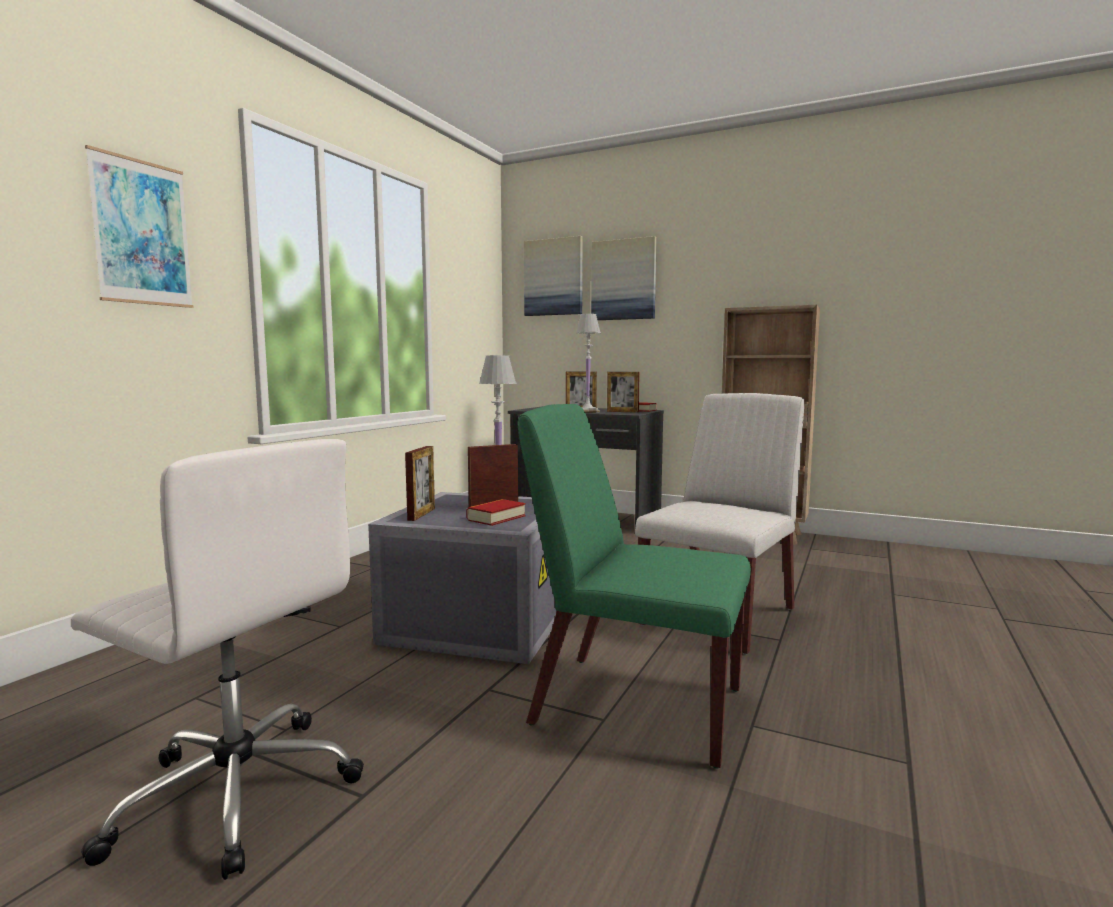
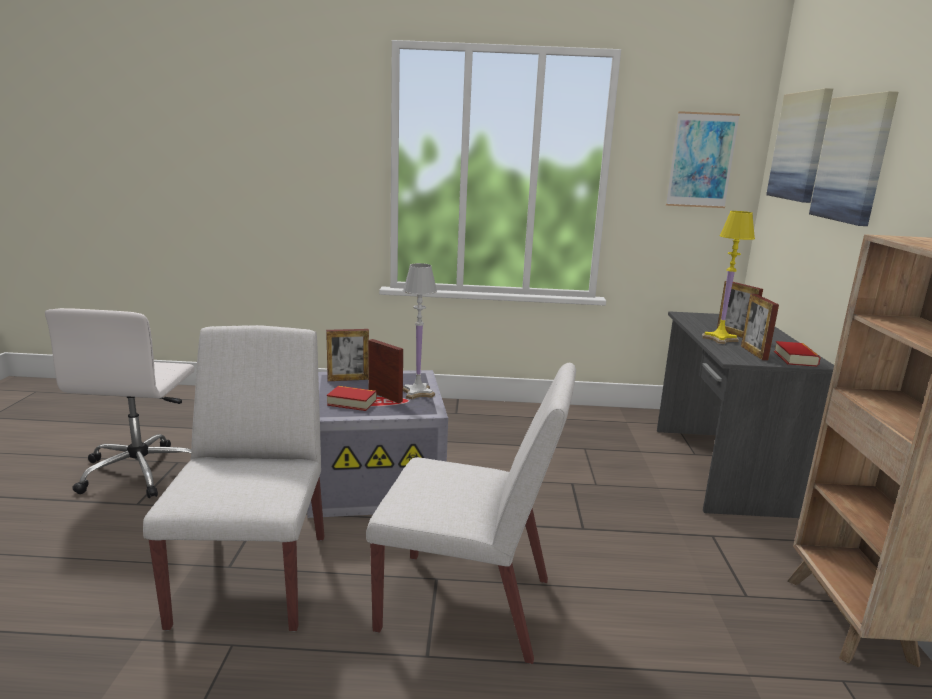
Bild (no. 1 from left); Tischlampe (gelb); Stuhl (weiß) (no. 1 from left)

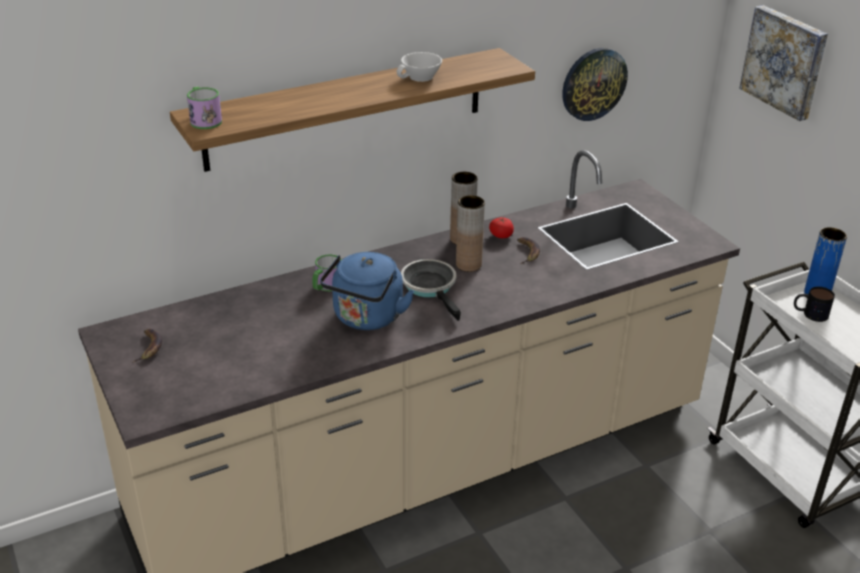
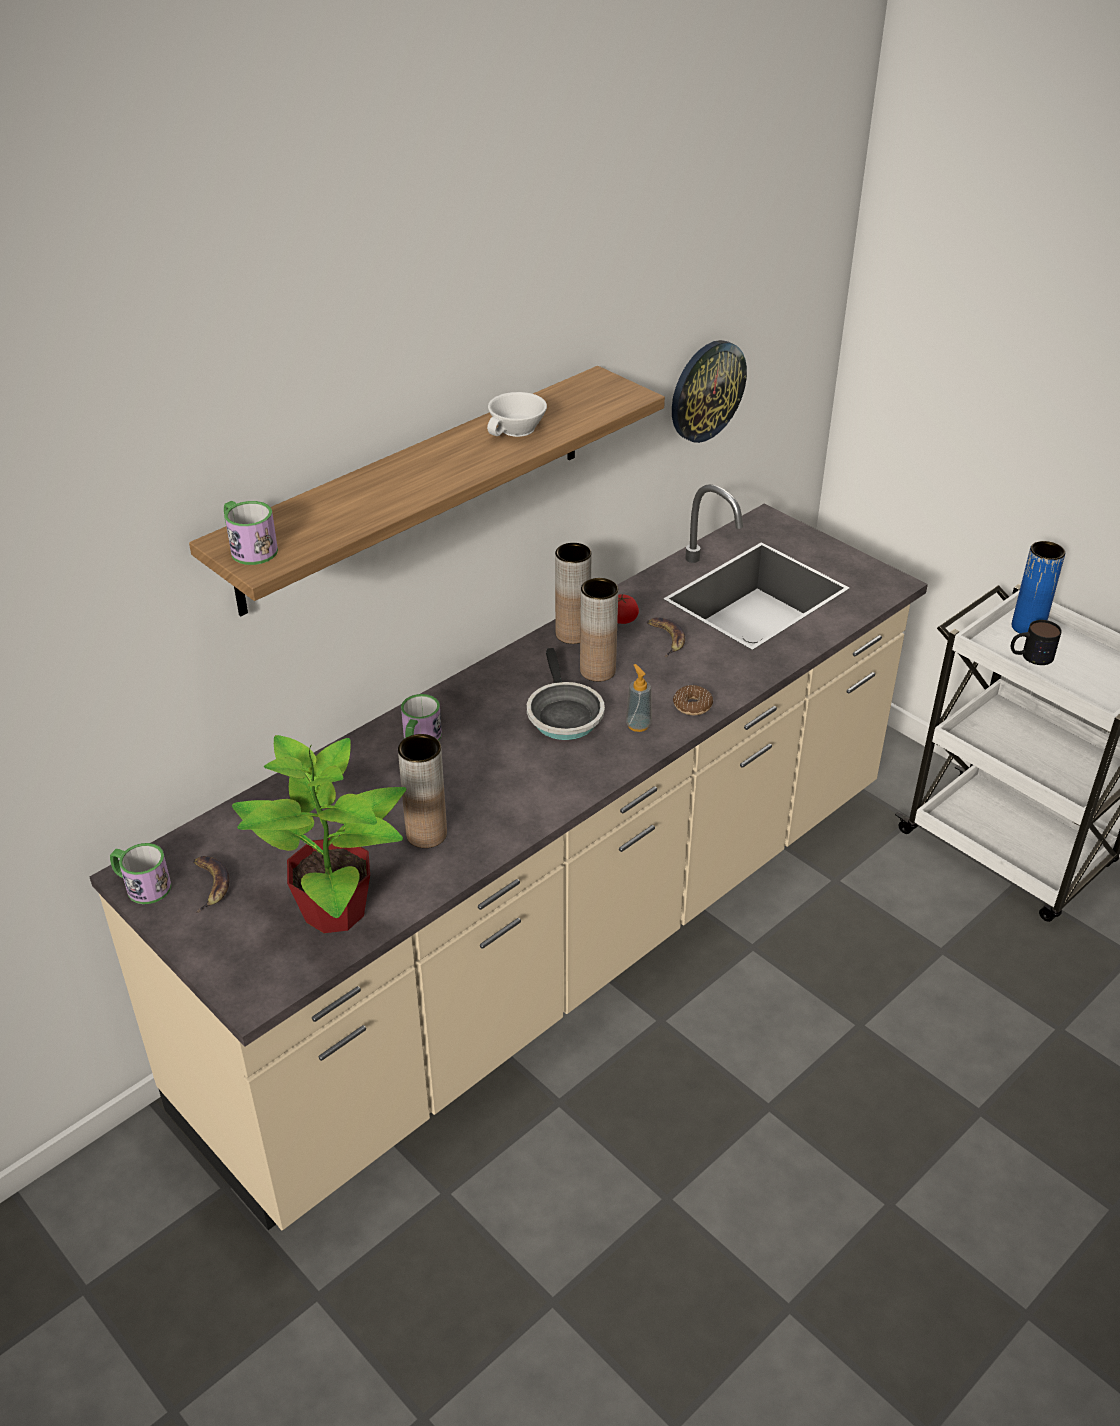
Bild; Wasserkessel (blau); Pfanne; Seifenspender; Donut; Vase (braun) (no. 1 from left); Topfpflanze; Henkelbecher (no. 1 from left)

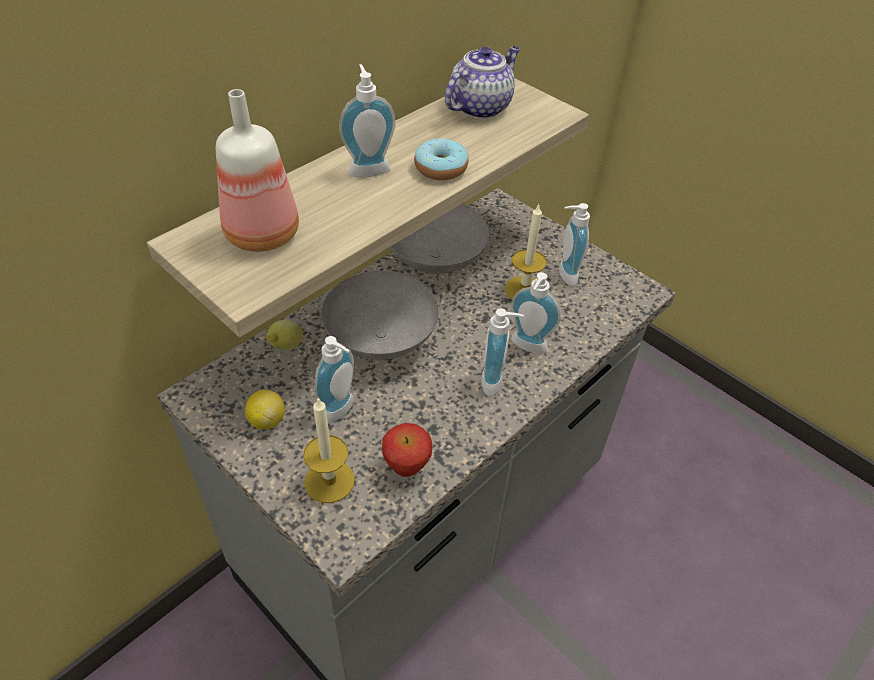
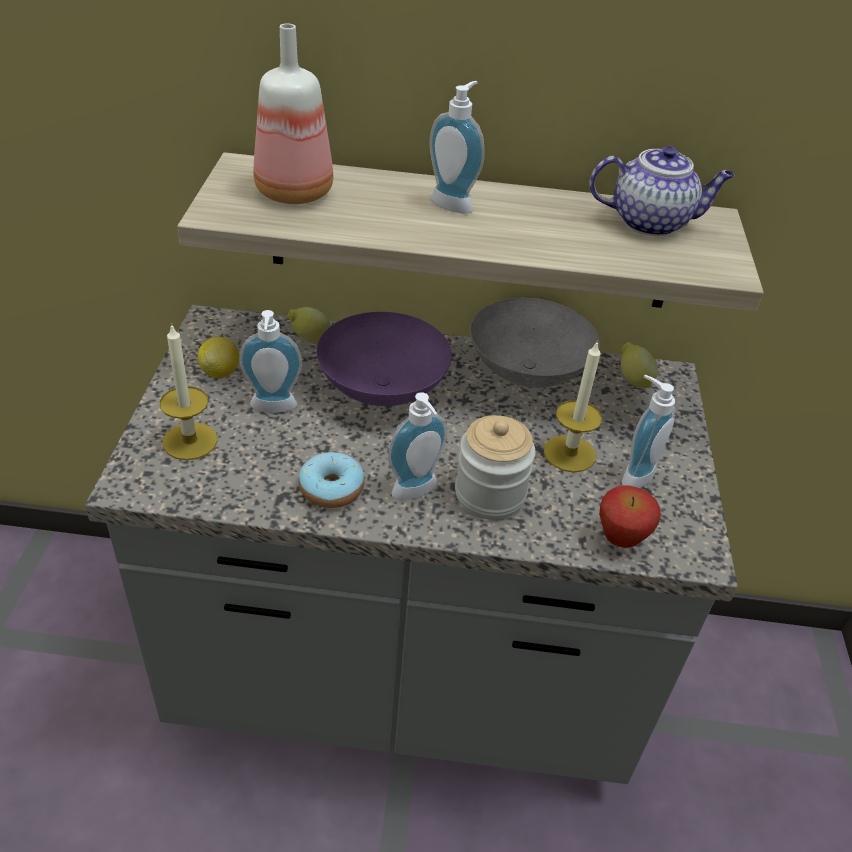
Donut; Schüssel (lila); Vorratsglas; Apfel; Zitrone (no. 3 from left)

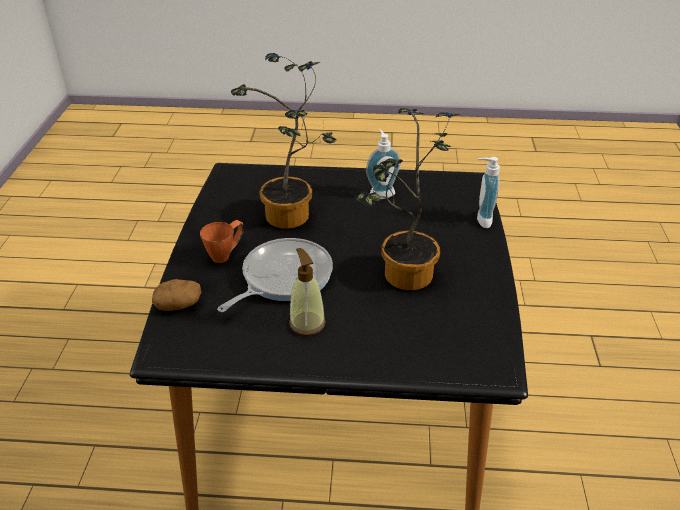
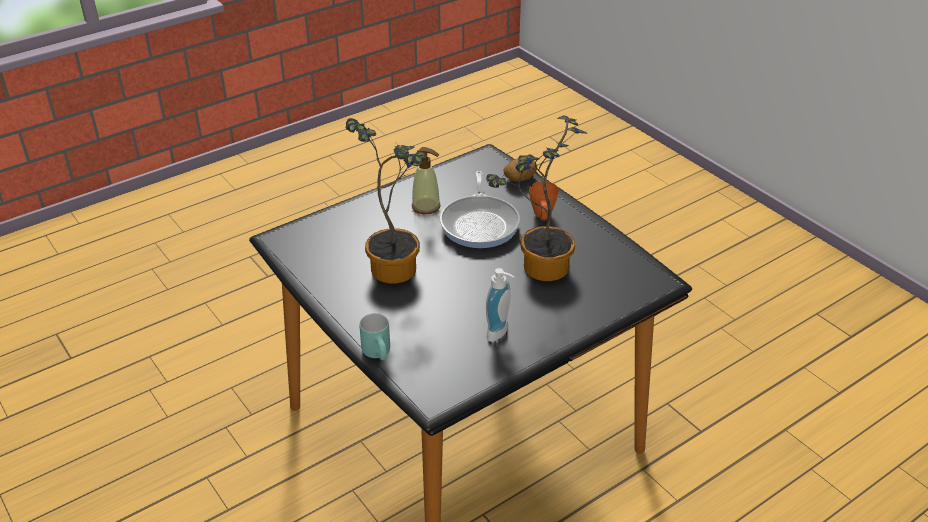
Henkelbecher (türkis)

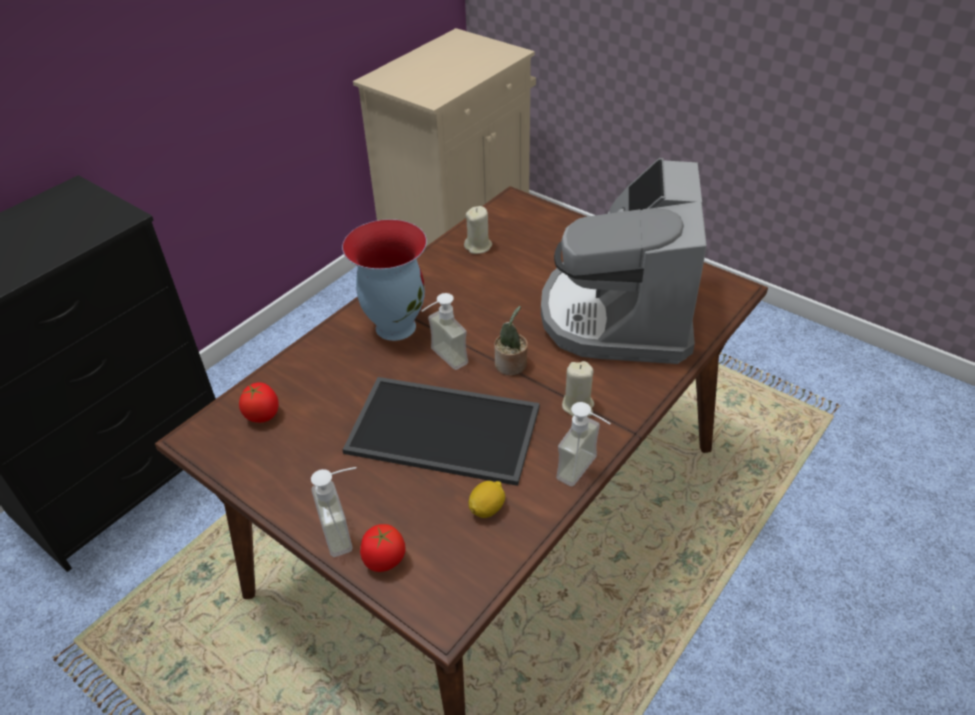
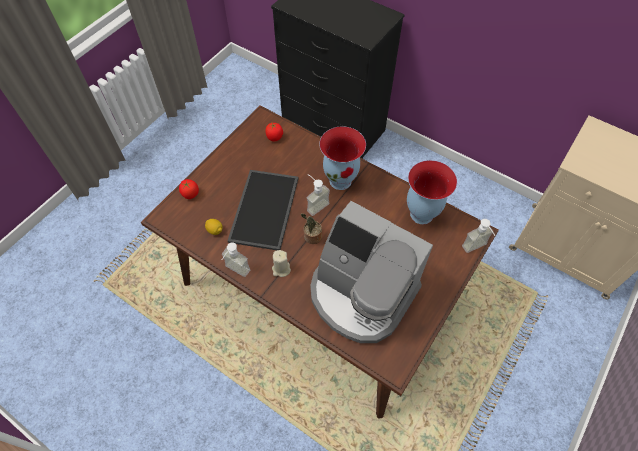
Kaffeemaschine; Vase (no. 2 from left); Seifenspender (no. 3 from left)

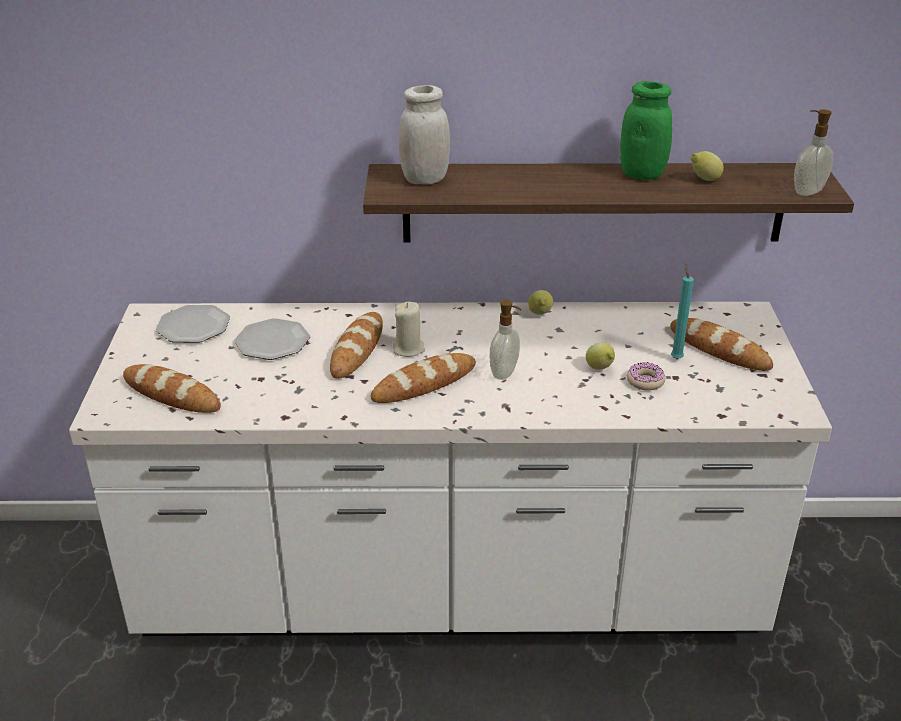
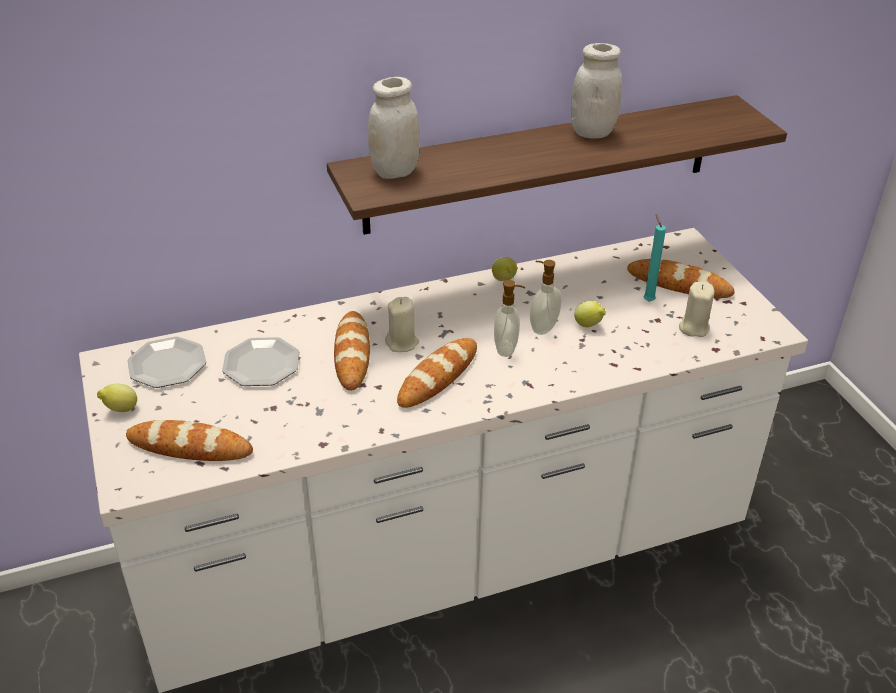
Vorratsglas (weiß) (no. 2 from left); Seifenspender (no. 2 from left); Zitrone (no. 1 from left); Donut; Kerze (beige) (no. 2 from left)

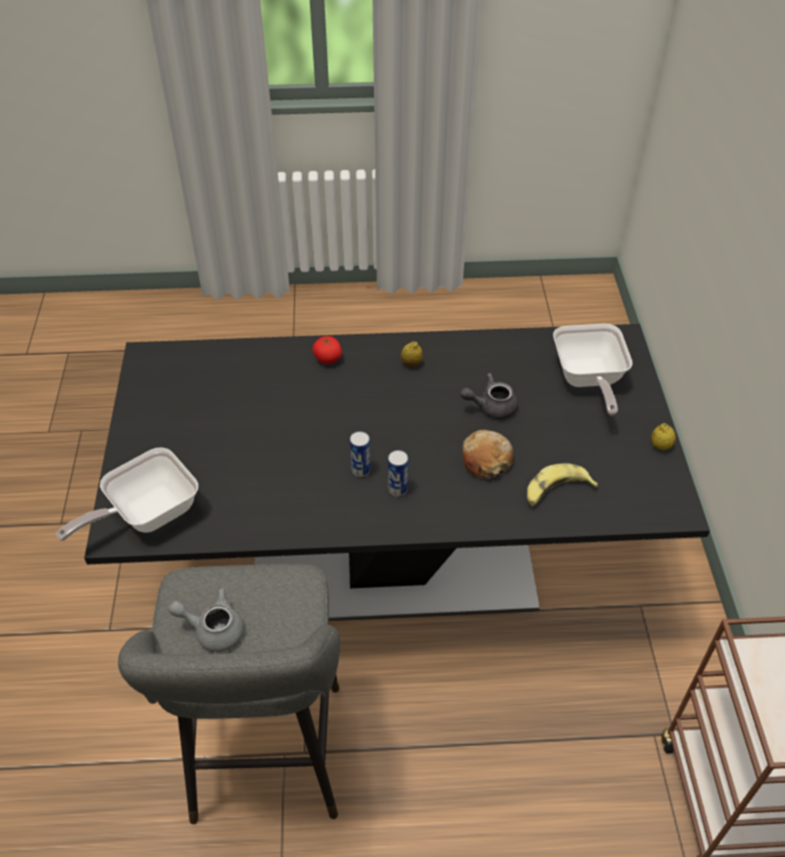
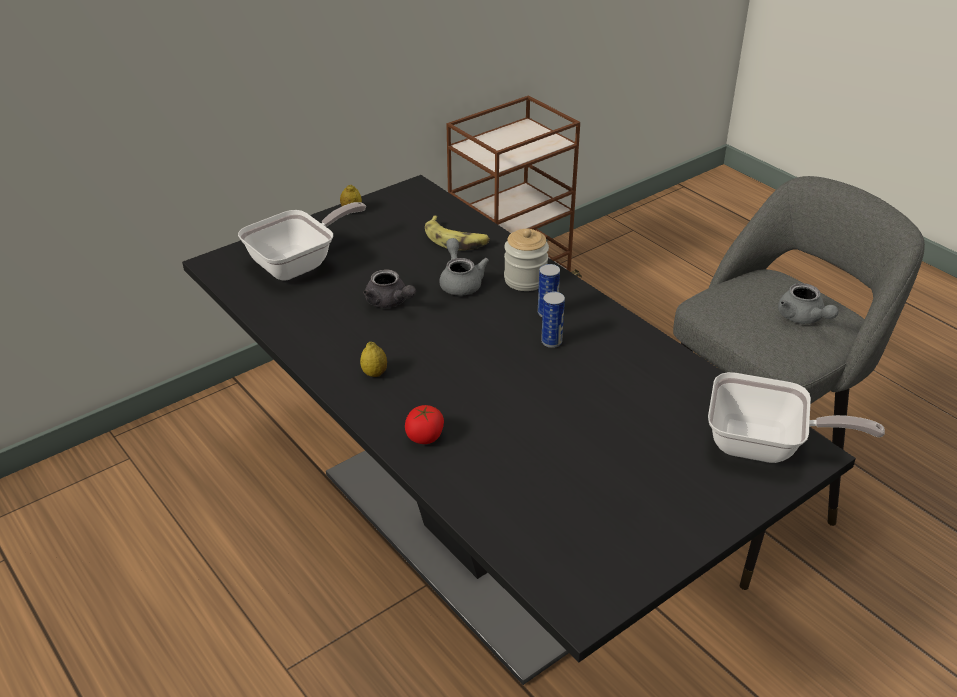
Teekanne (grau) (no. 2 from left); Vorratsglas

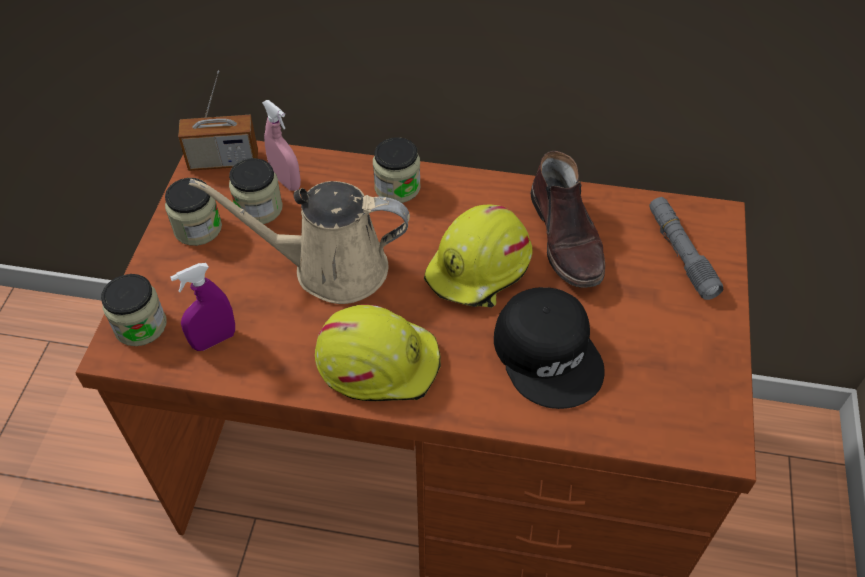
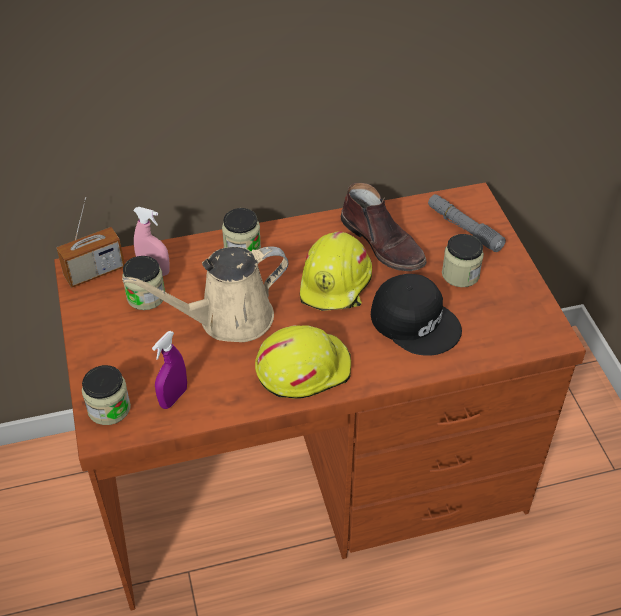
Vorratsglas (no. 4 from left)

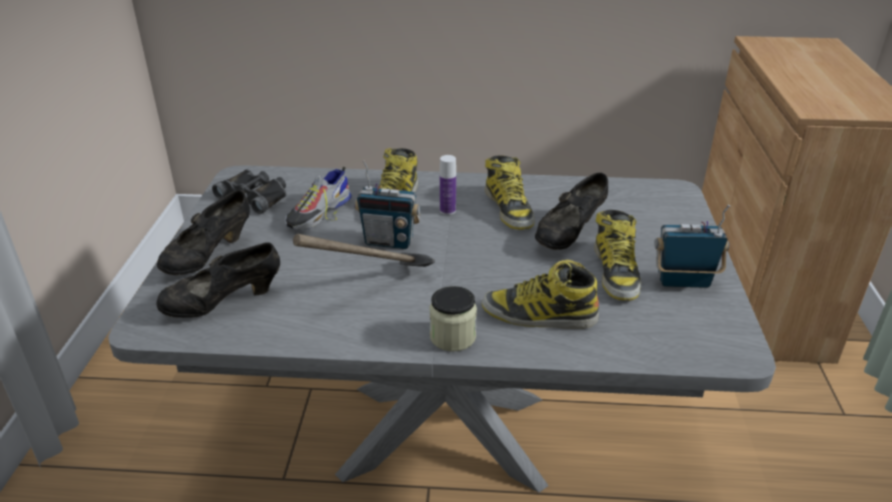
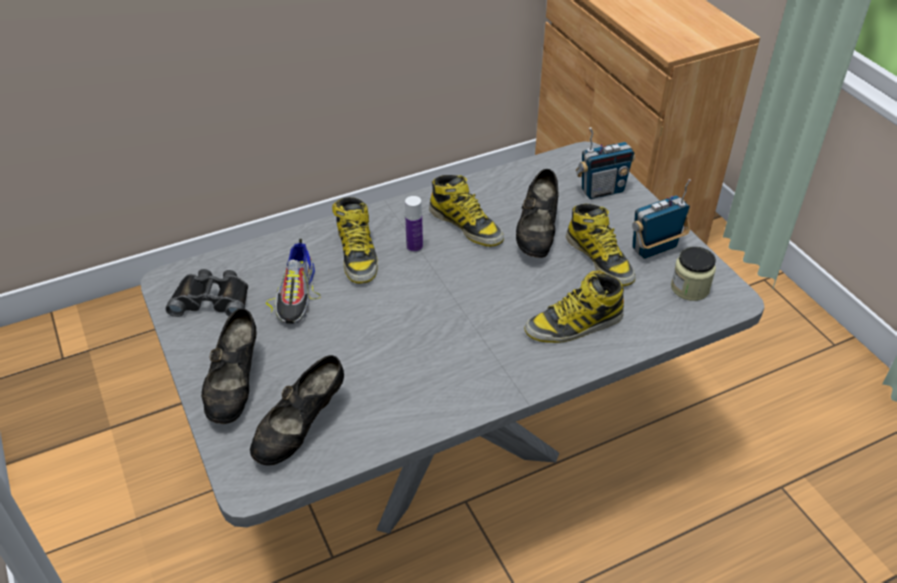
Radio (no. 1 from left); Hammer; Vorratsglas

